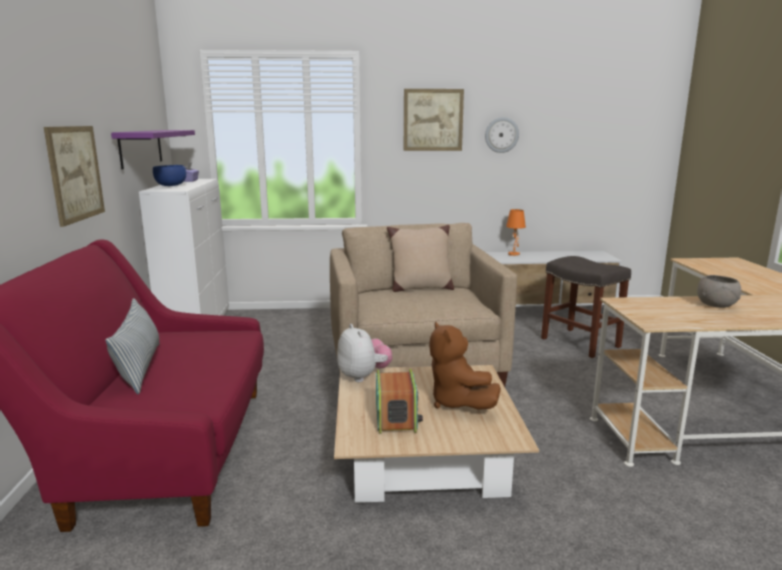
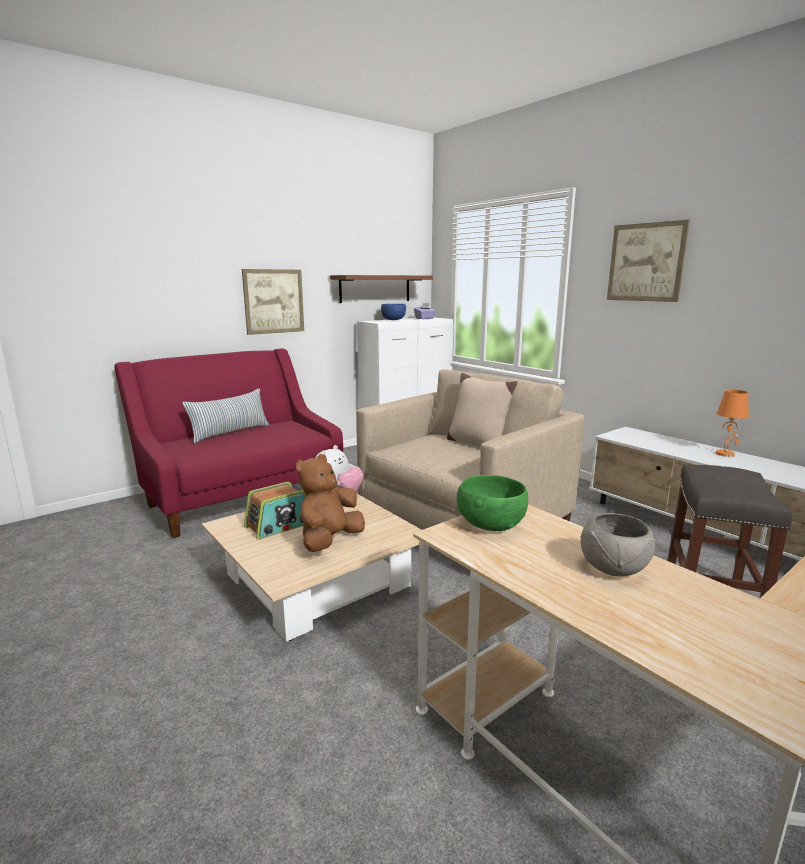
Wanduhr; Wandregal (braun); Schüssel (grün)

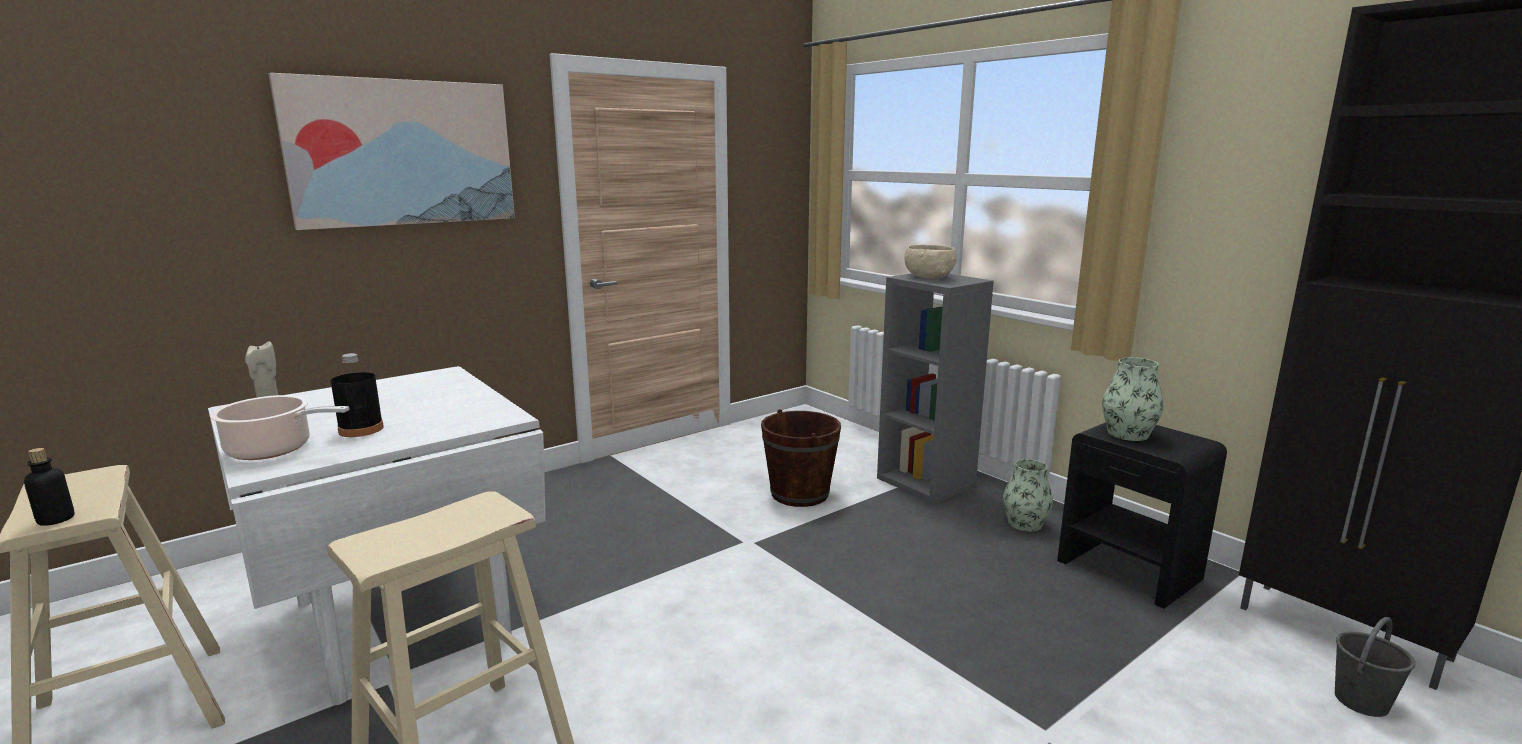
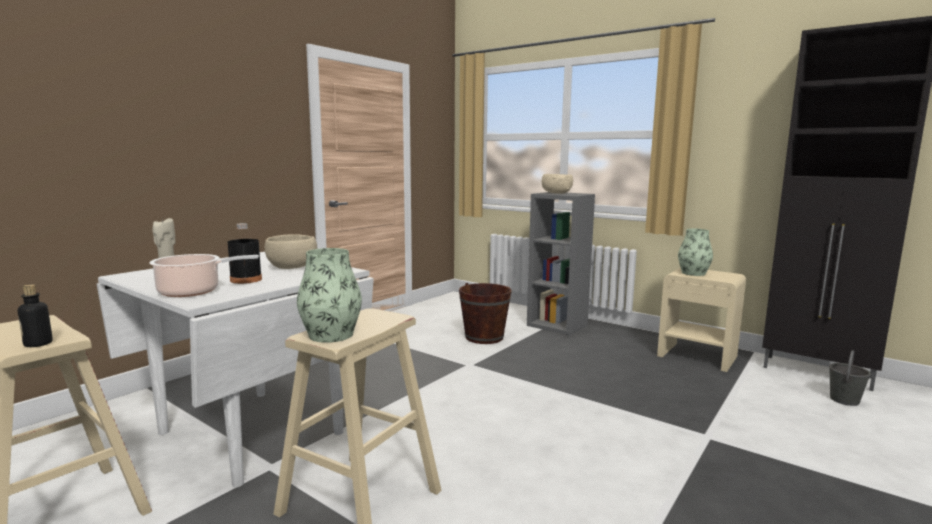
Bild; Nachttisch (beige); Vase (no. 1 from left); Schüssel (beige) (no. 1 from left)

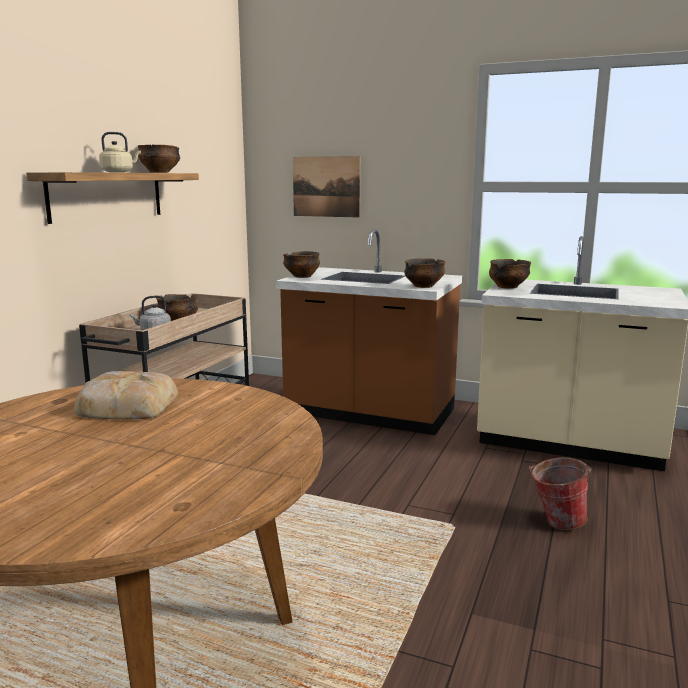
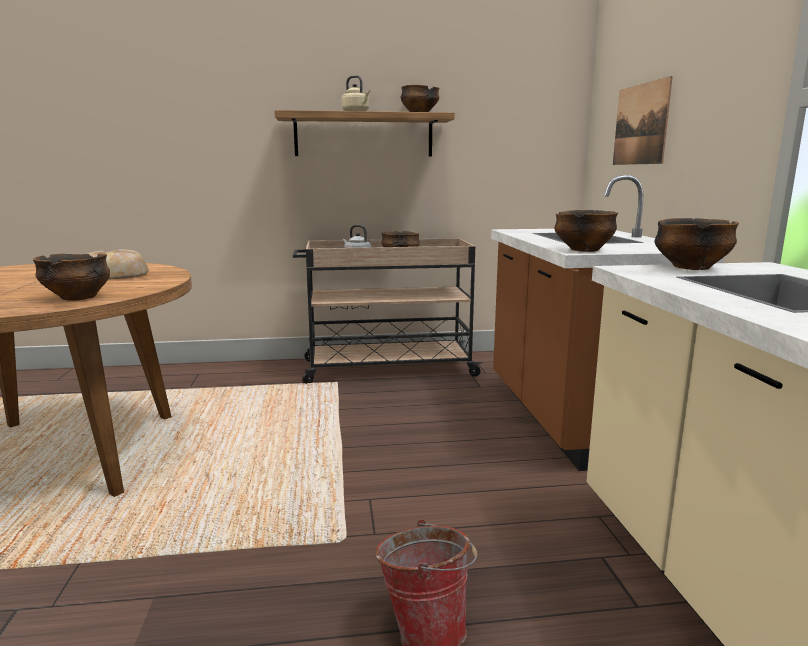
Schüssel (no. 1 from left)

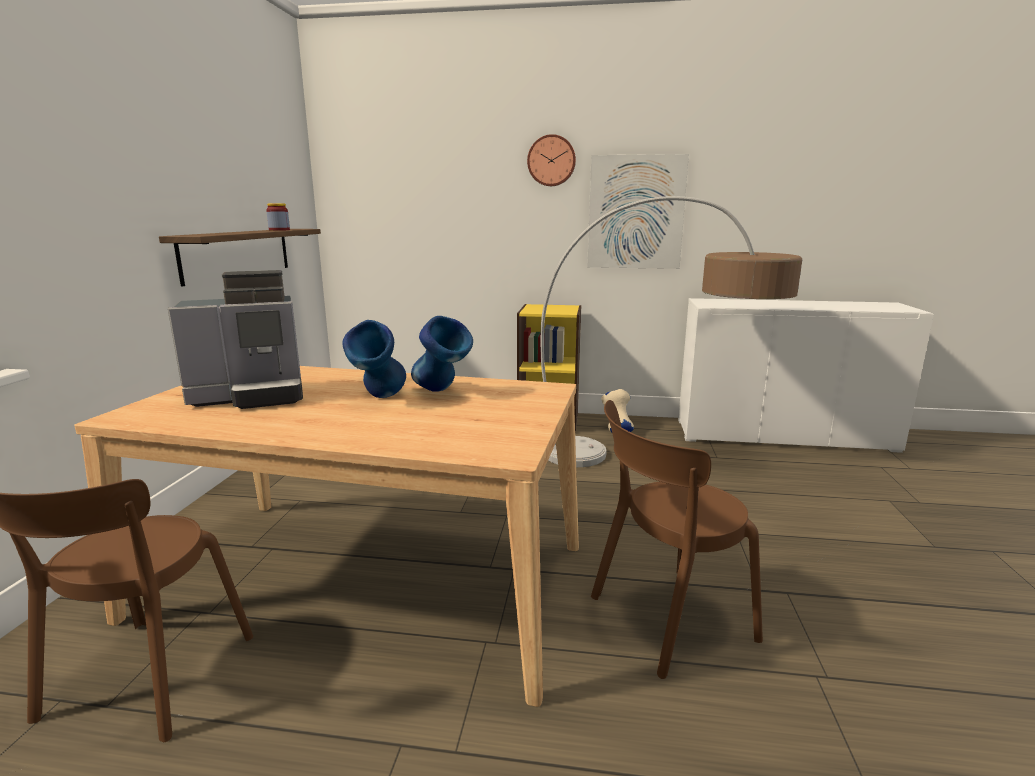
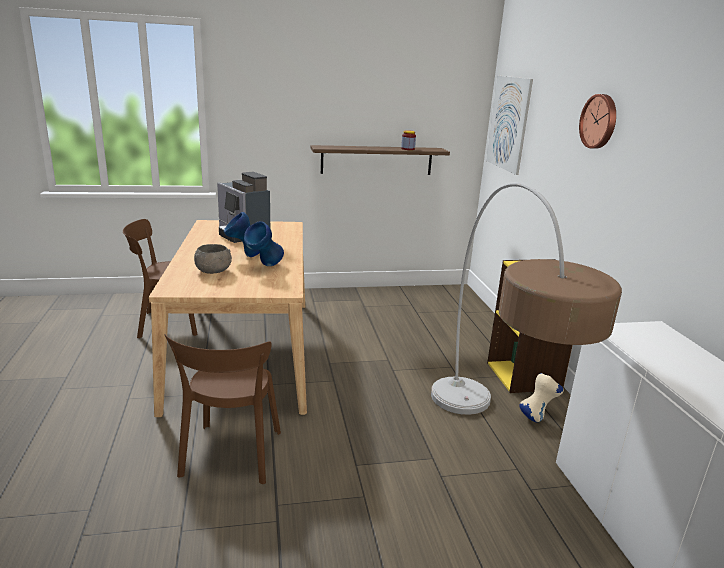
Bild; Stuhl (braun) (no. 2 from left); Schüssel (grau)

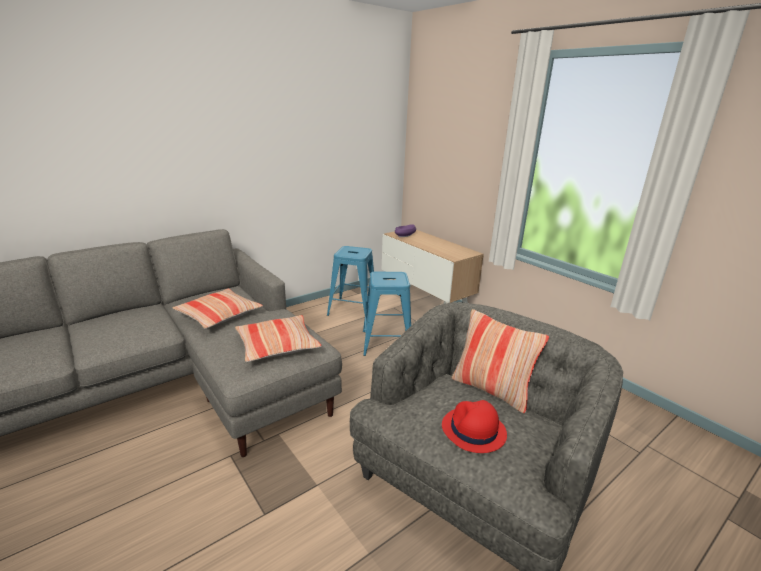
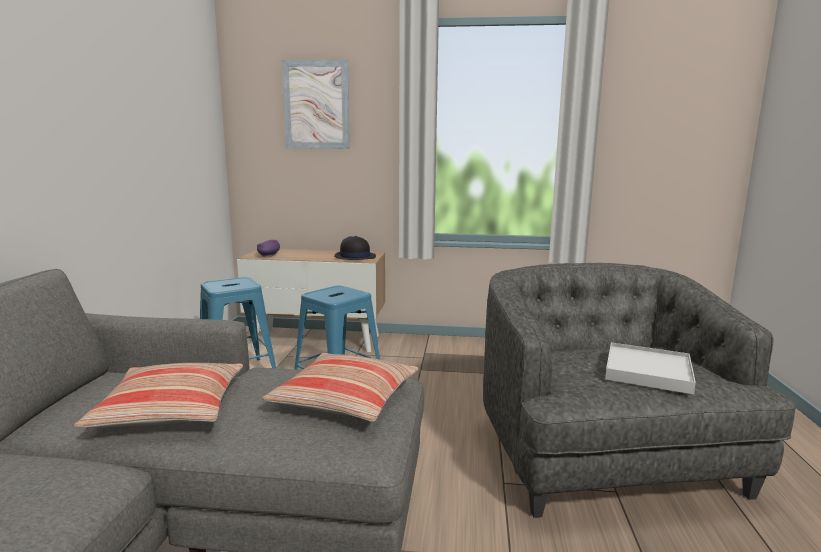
Kissen (no. 3 from left in the first image); Tablett (weiß); Bild; Hut (schwarz)

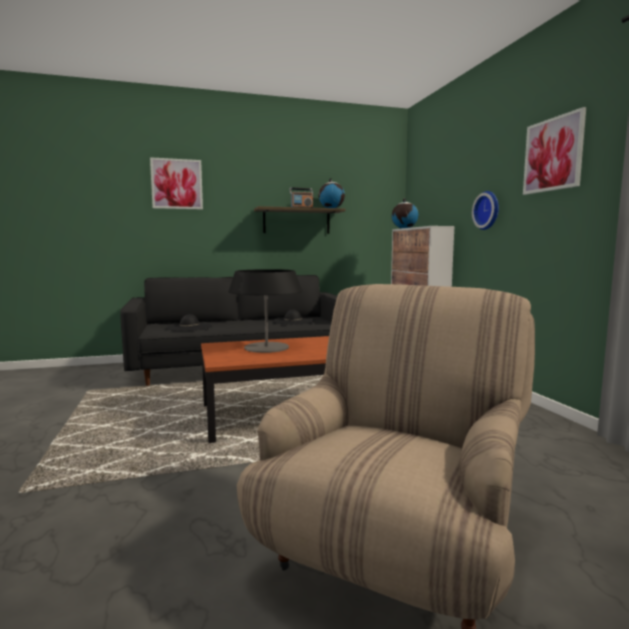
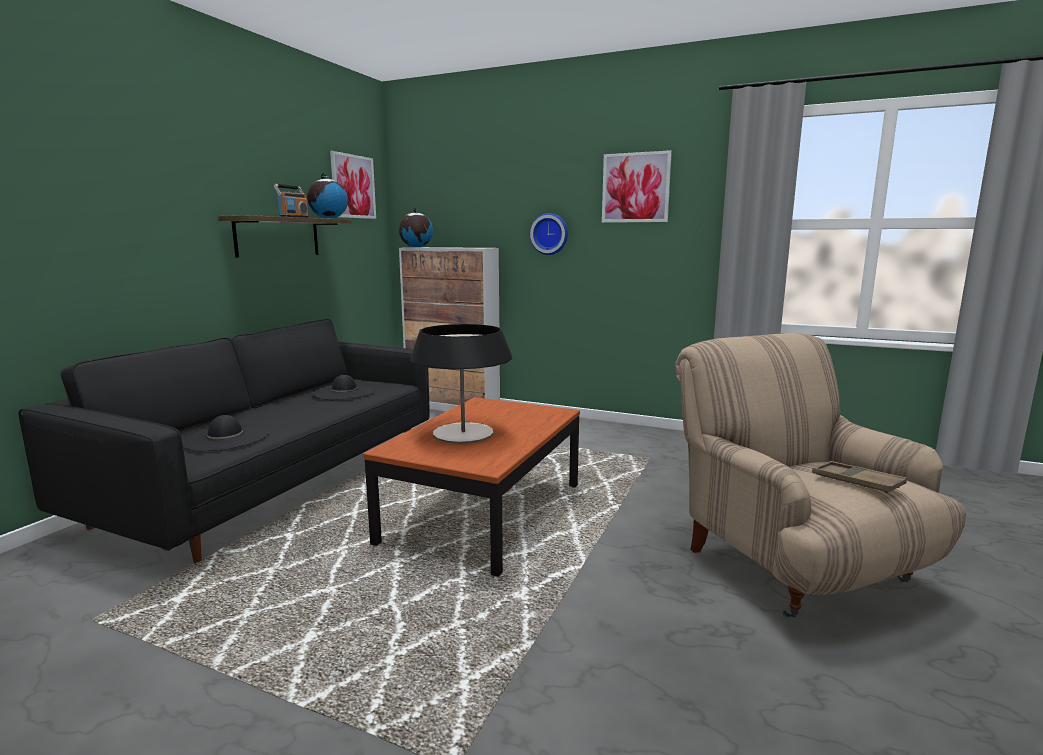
Bild (no. 1 from left); Tablett (braun)

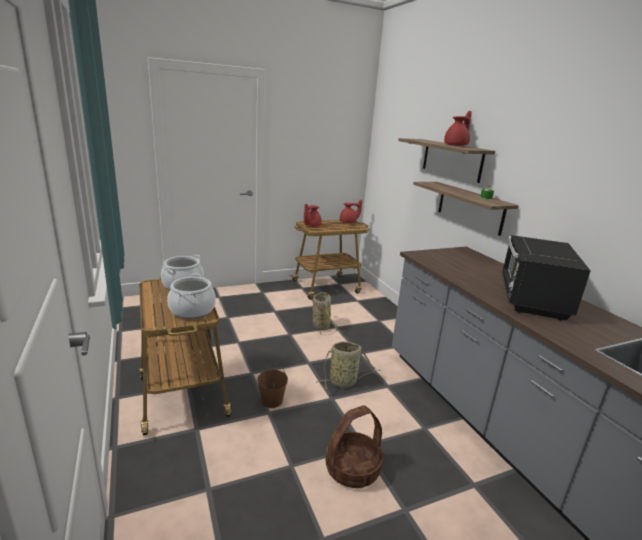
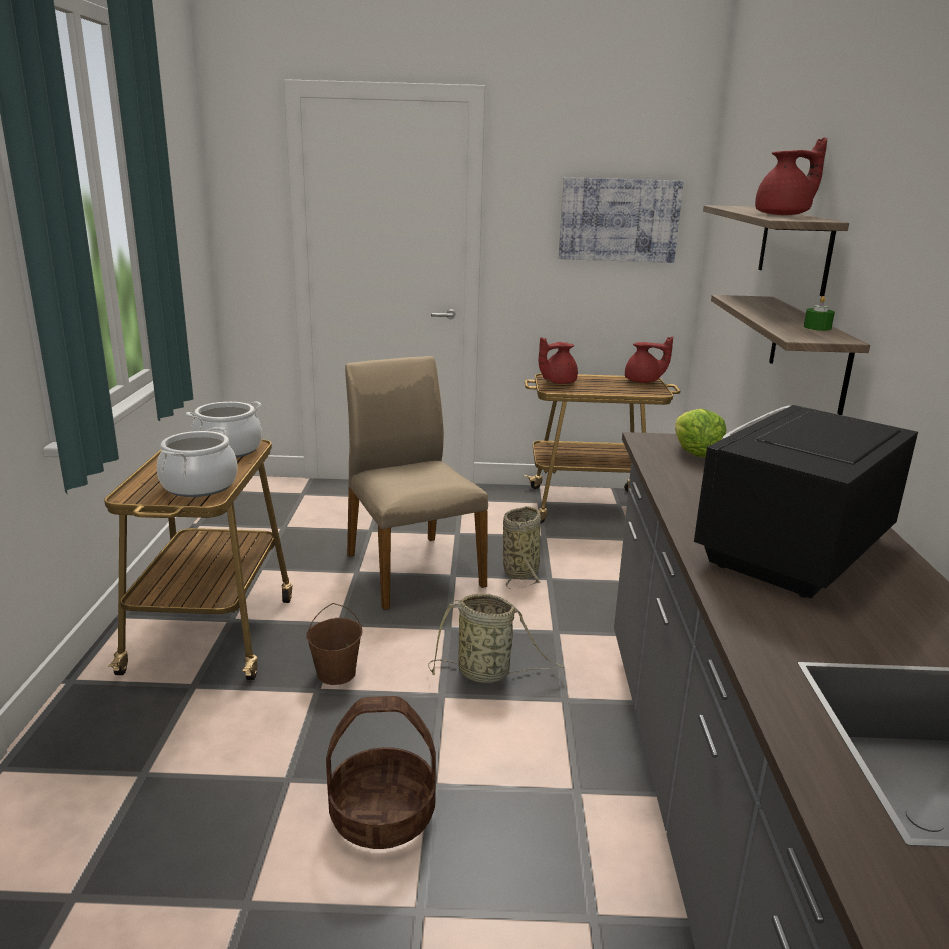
Bild; Stuhl (beige); Salatkopf

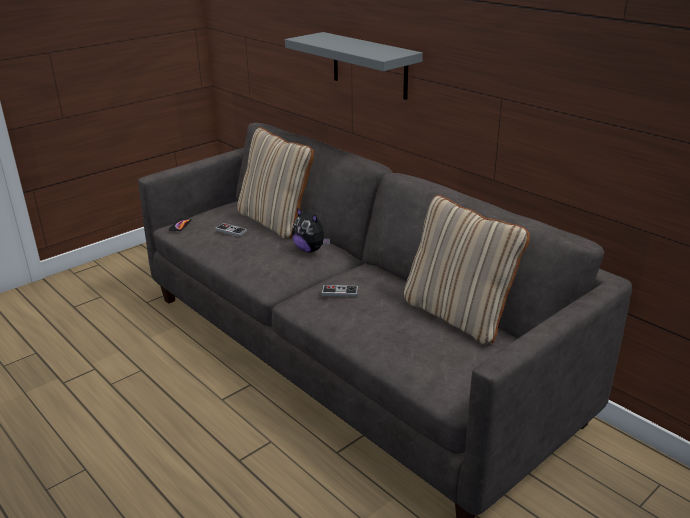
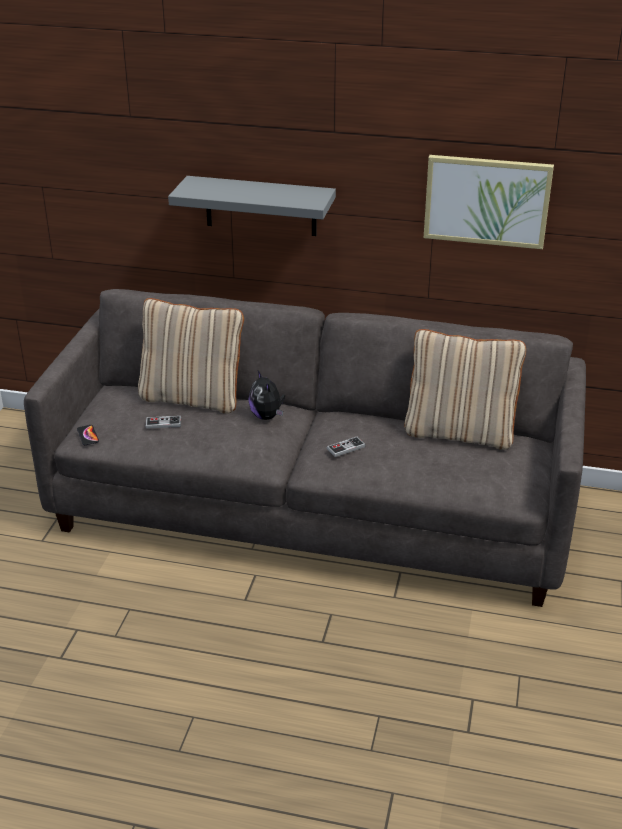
Plüschtier; Bild

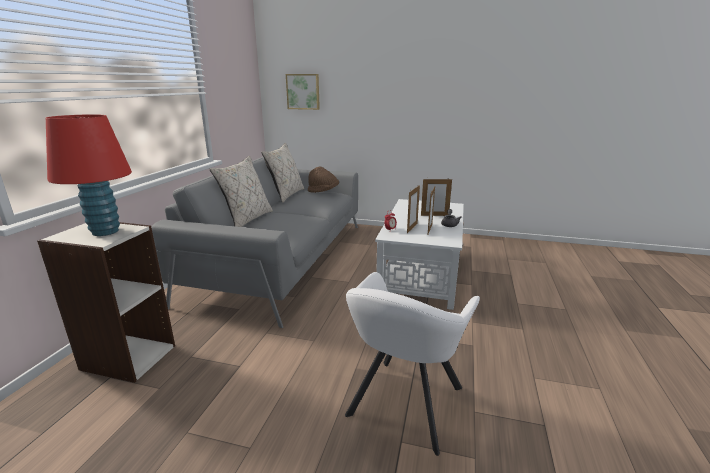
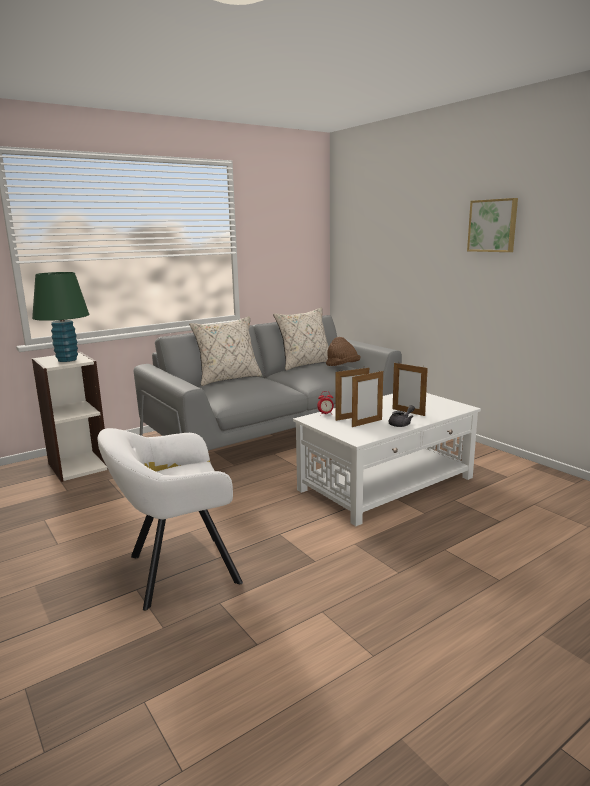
Bild; Tischlampe (grün)

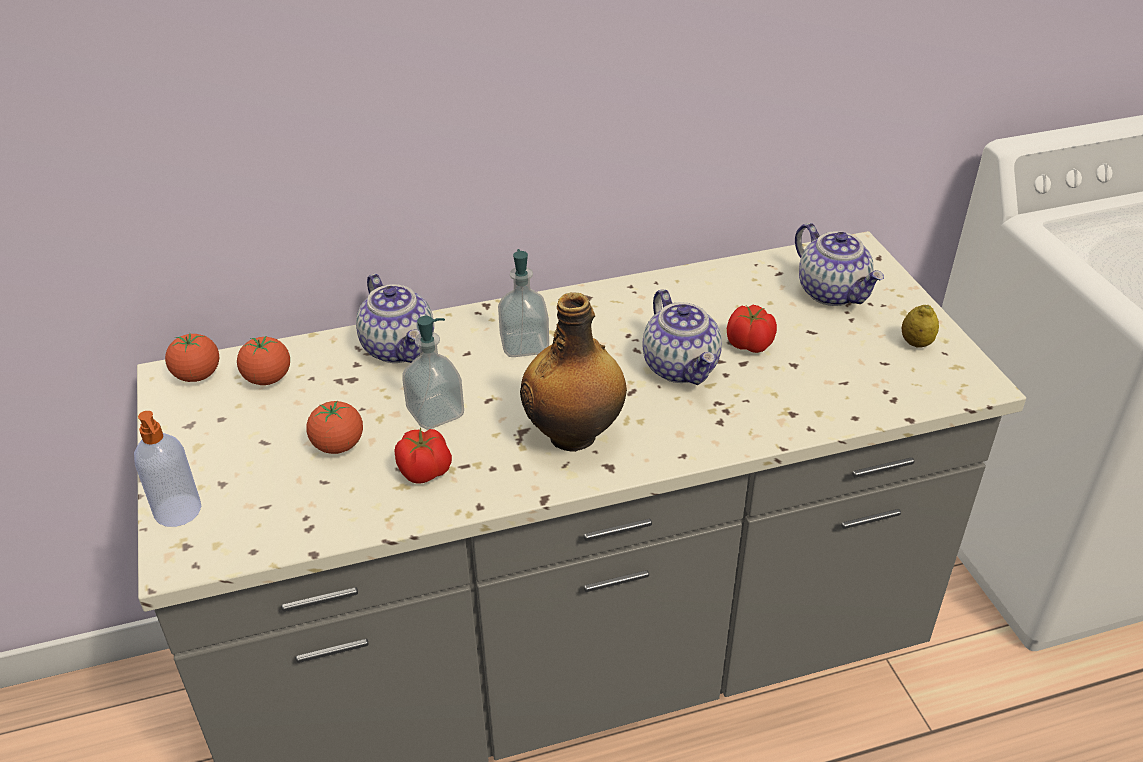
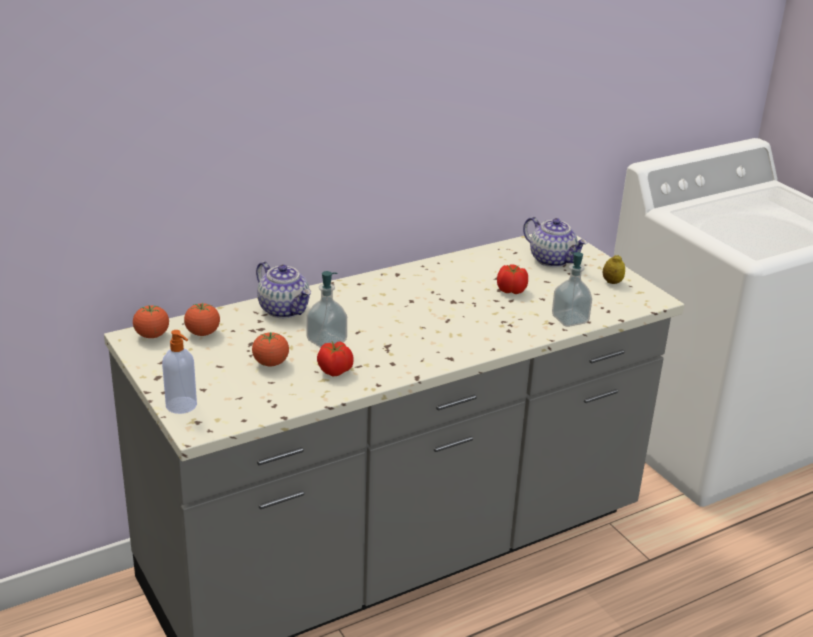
Seifenspender (no. 3 from left); Teekanne (no. 2 from left in the first image); Flasche

